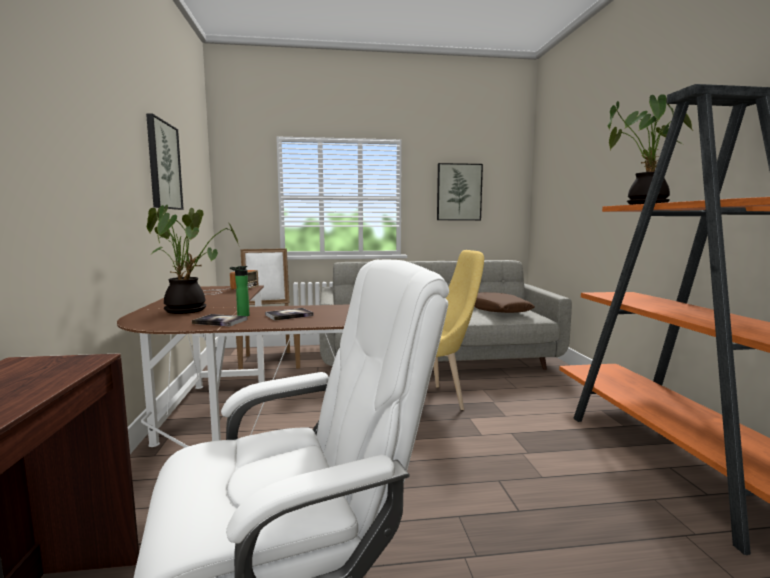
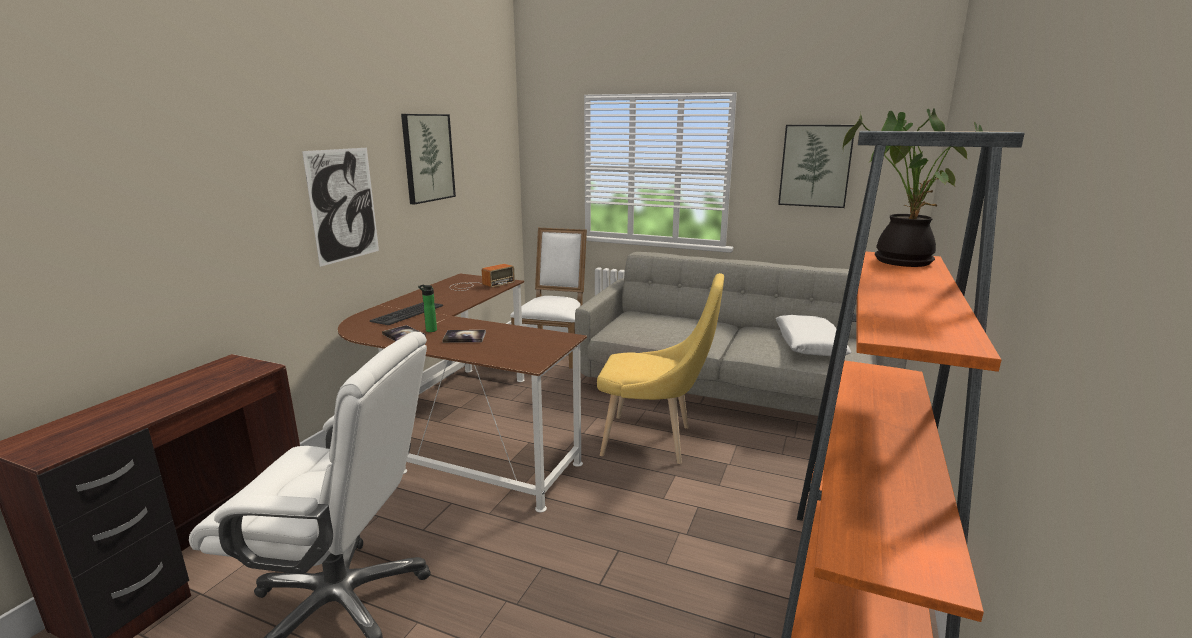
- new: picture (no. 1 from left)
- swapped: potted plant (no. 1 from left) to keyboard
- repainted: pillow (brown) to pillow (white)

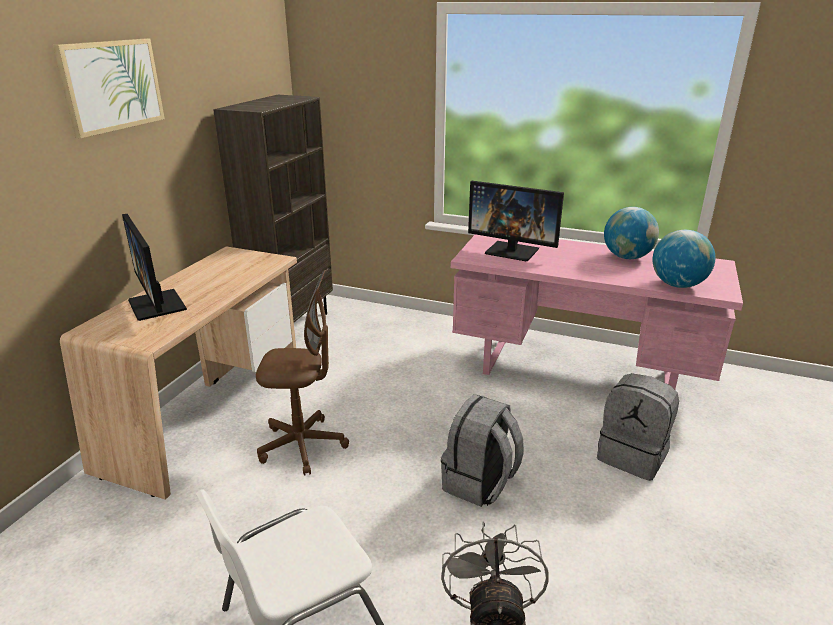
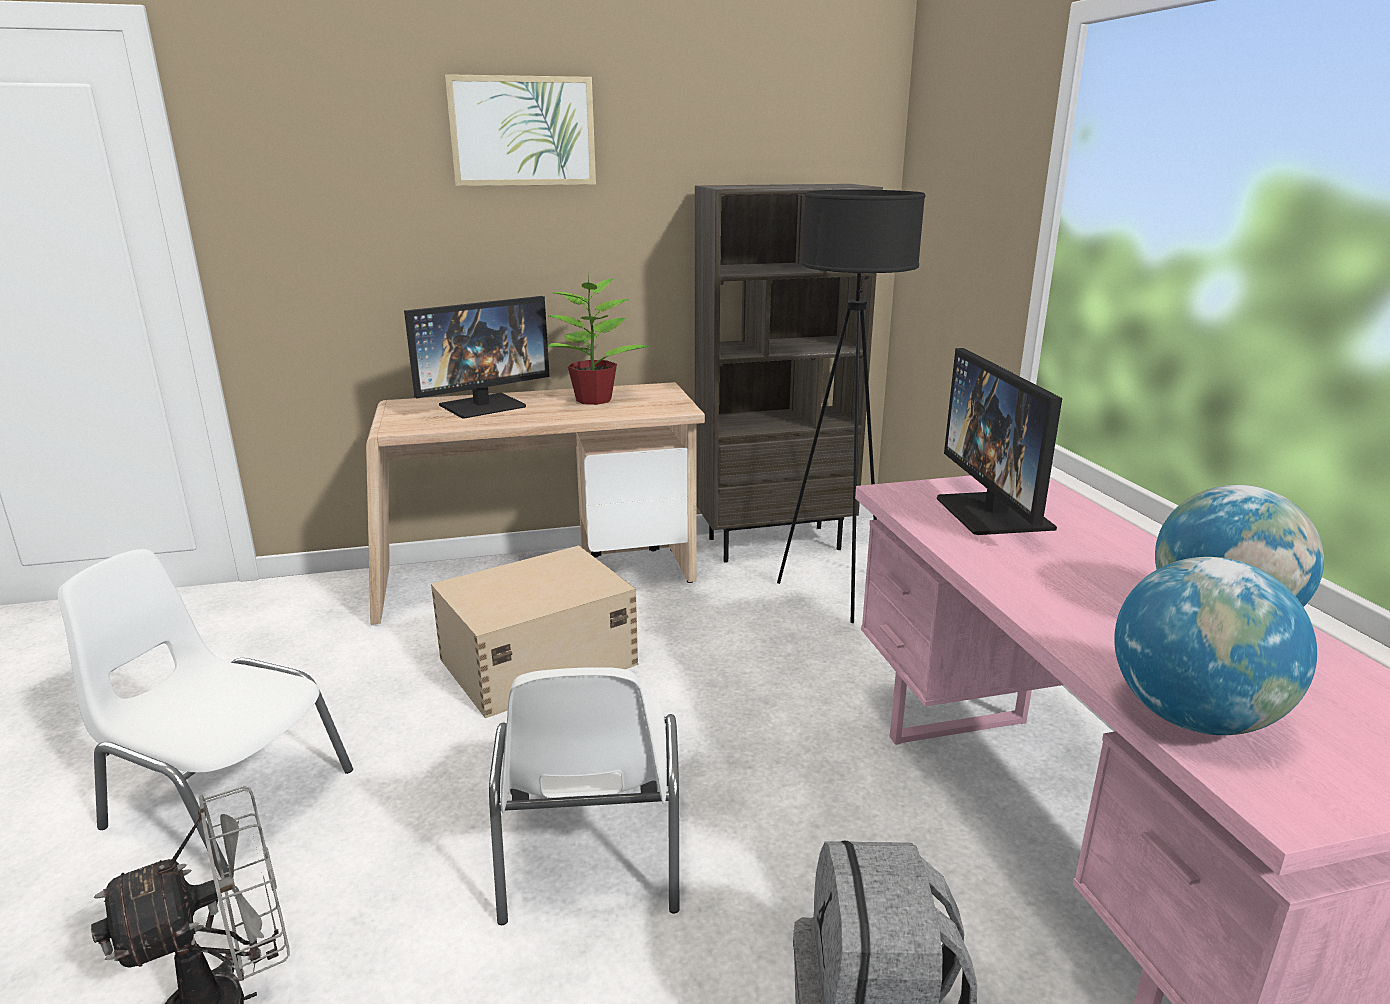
- rotated: monitor (no. 1 from left) 150 degrees counterclockwise
- swapped: office chair (brown) to storage box (beige)
- swapped: backpack (grey) (no. 1 from left) to chair (white) (no. 2 from left)
- new: potted plant
- new: floor lamp (black)

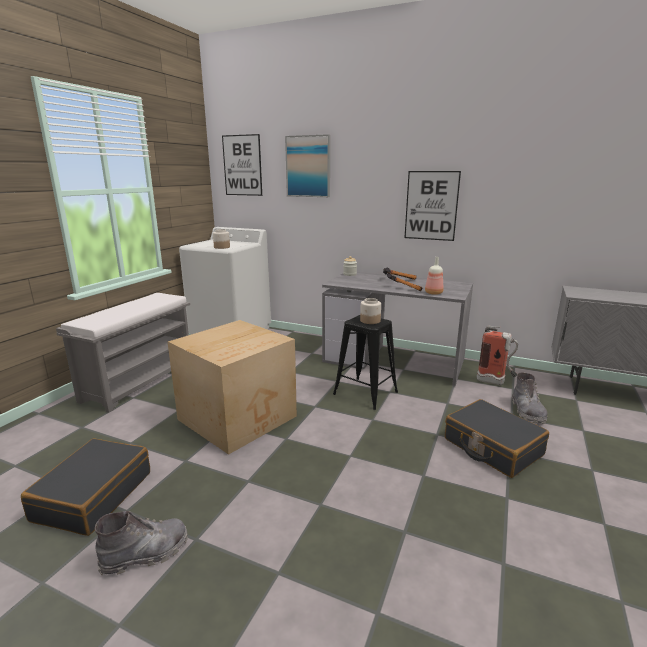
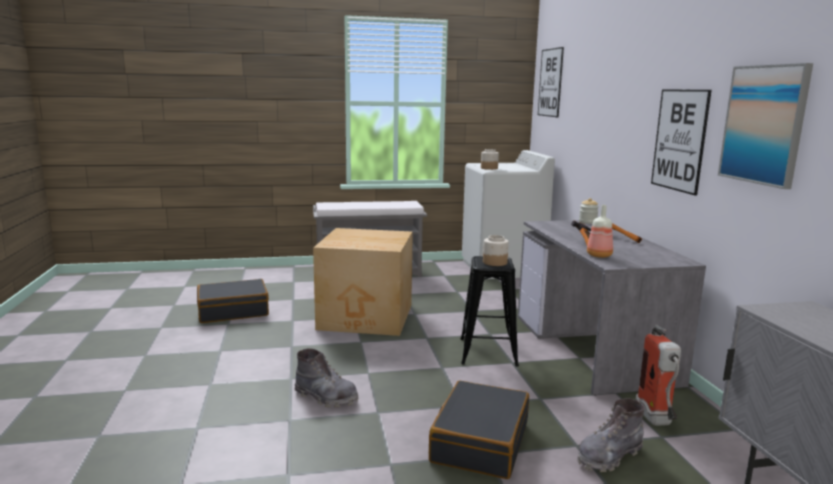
- shifted: boot (grey) (no. 1 from left)
- shifted: picture (no. 2 from left in the first image) to picture (no. 3 from left)

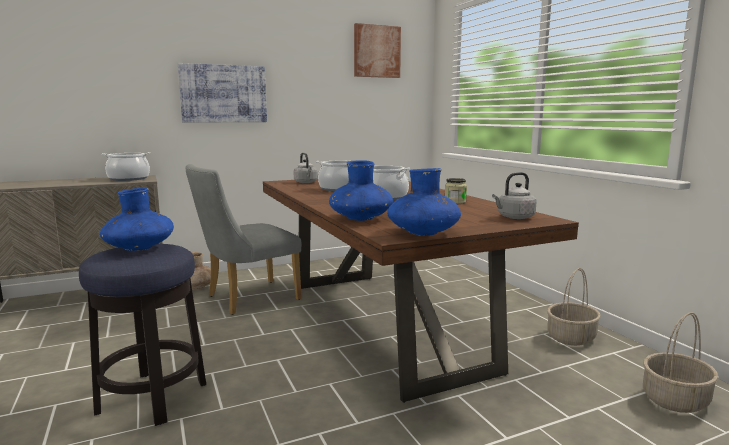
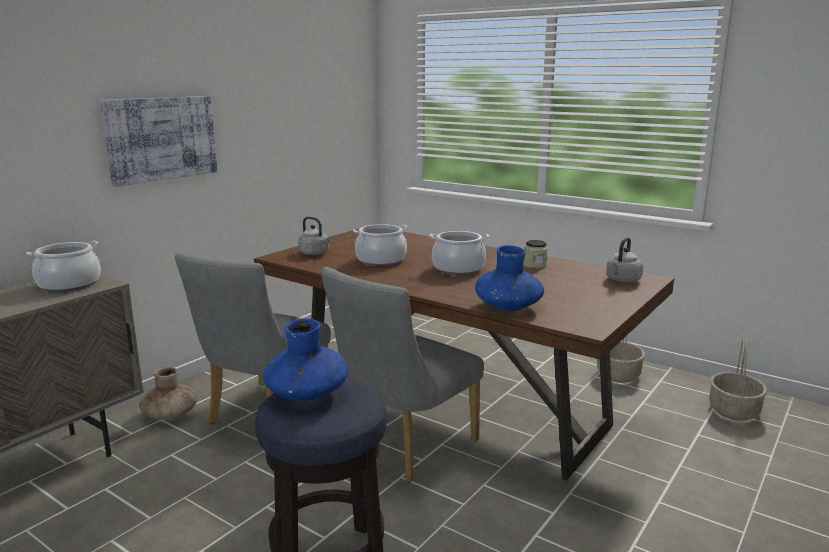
- new: chair (grey) (no. 2 from left)
- gone: picture (no. 2 from left)
- gone: vase (blue) (no. 3 from left)

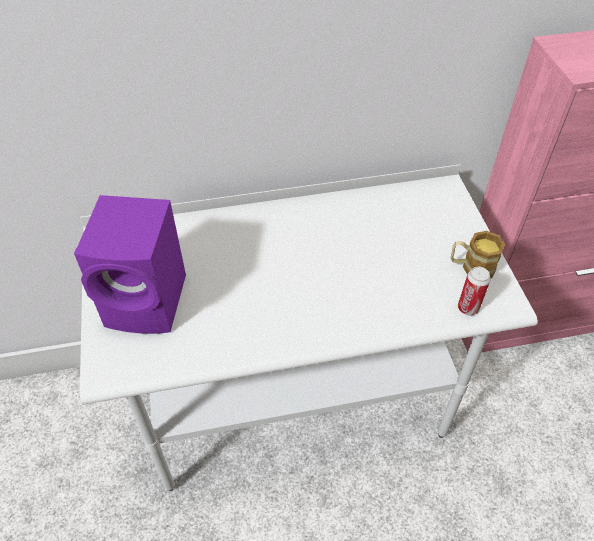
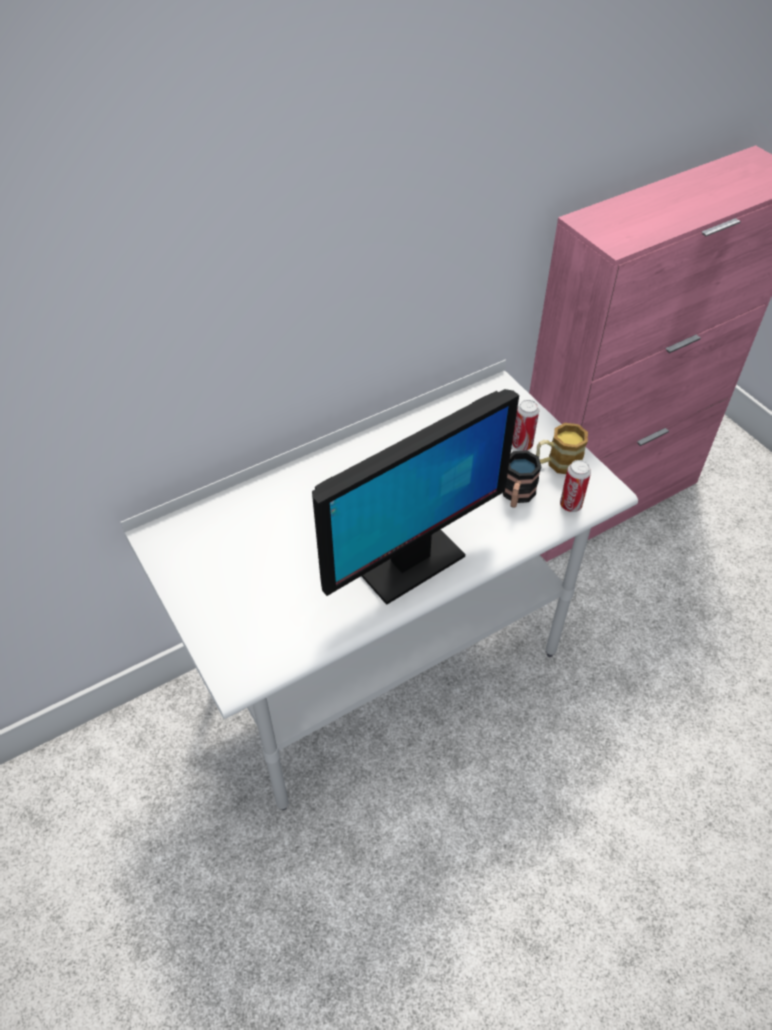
- new: monitor
- new: mug (no. 1 from left)
- new: can (no. 1 from left)
- gone: speaker (purple)

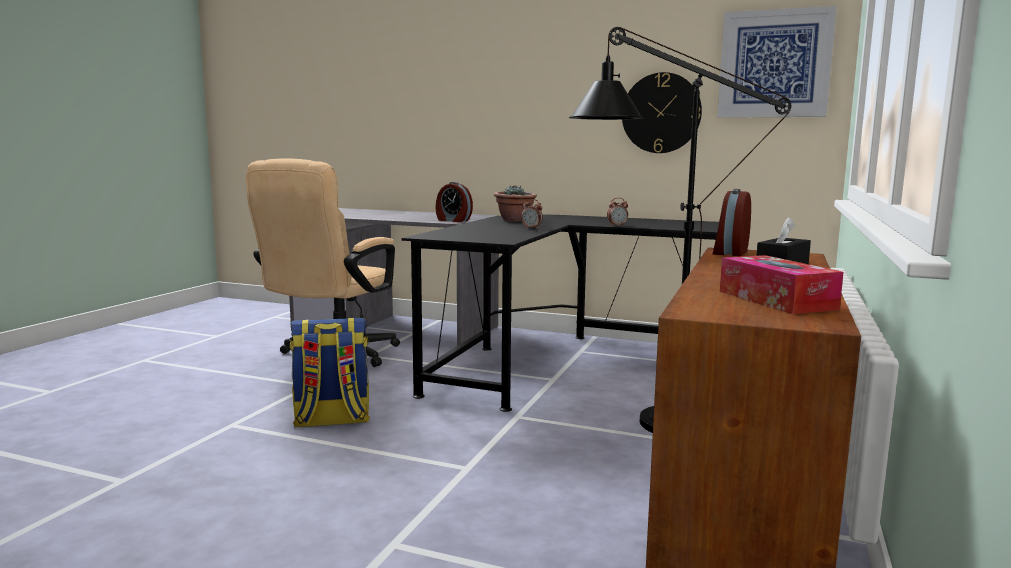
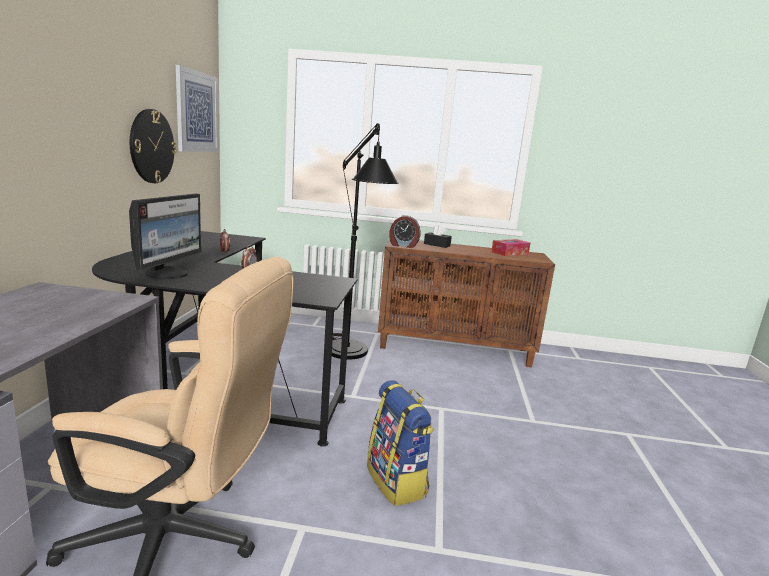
- swapped: potted plant to monitor
- gone: alarm clock (no. 1 from left)

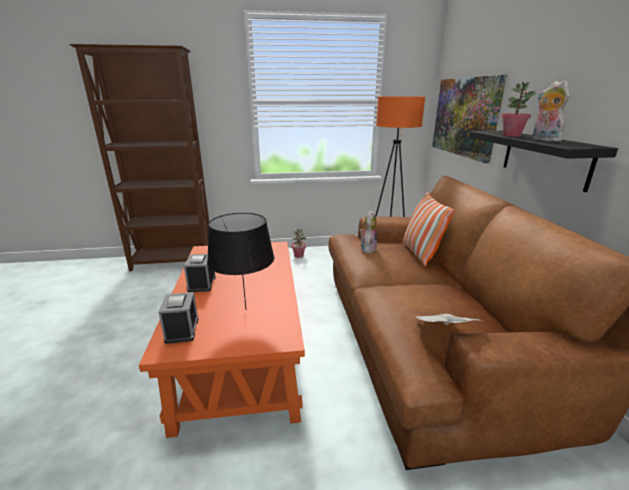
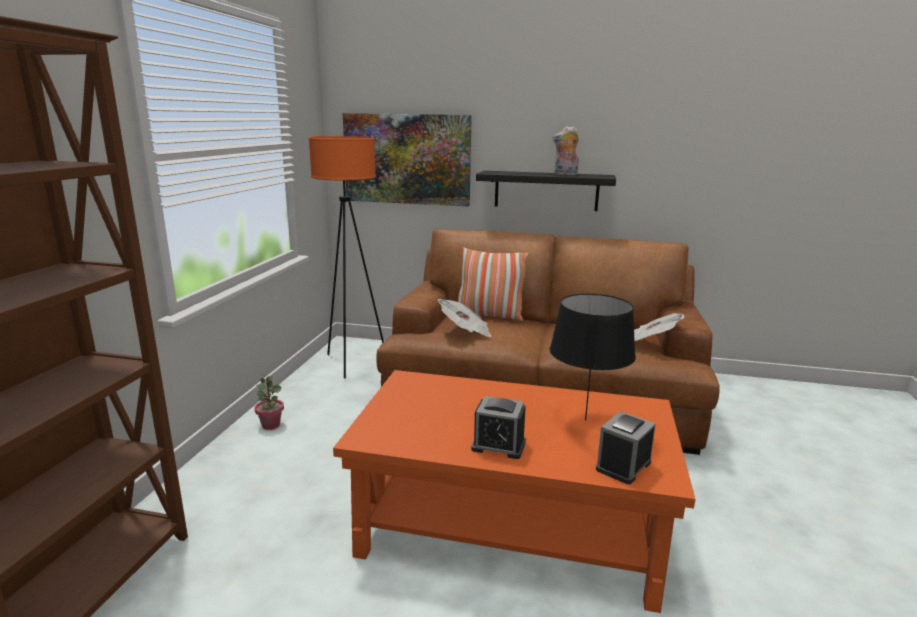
- swapped: plush toy (no. 1 from left) to newspaper (no. 1 from left)
- rotated: alarm clock (no. 1 from left in the first image) 60 degrees counterclockwise
- gone: potted plant (no. 2 from left)

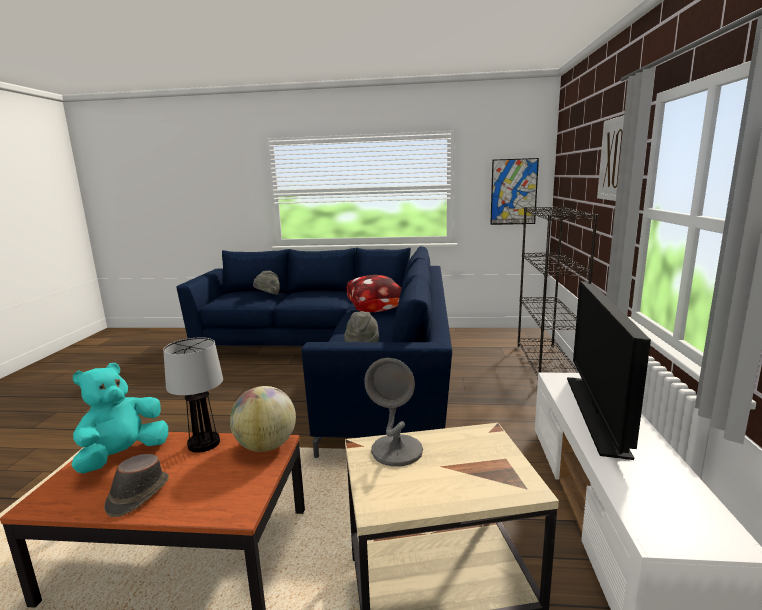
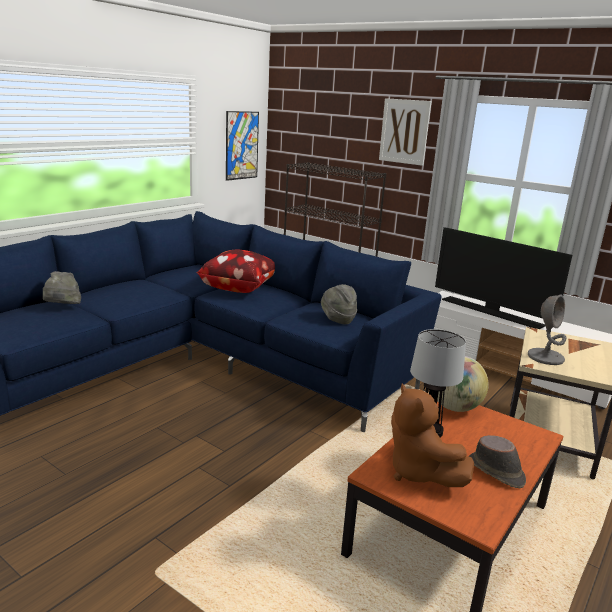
- repainted: plush toy (turquoise) to plush toy (brown)

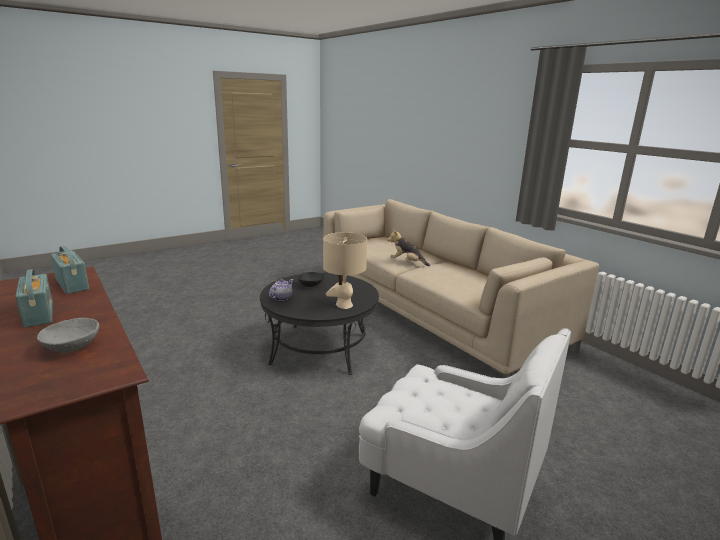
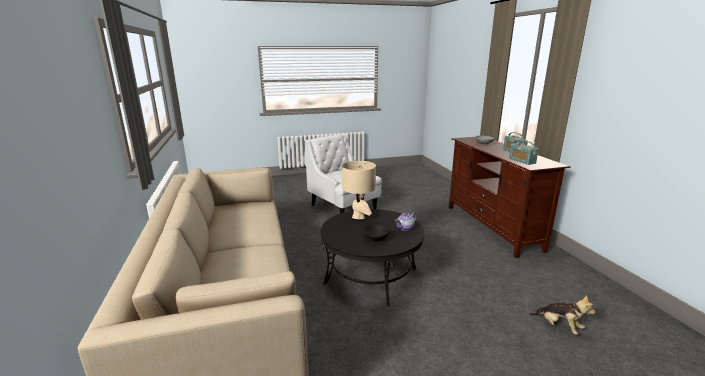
- shifted: plush toy

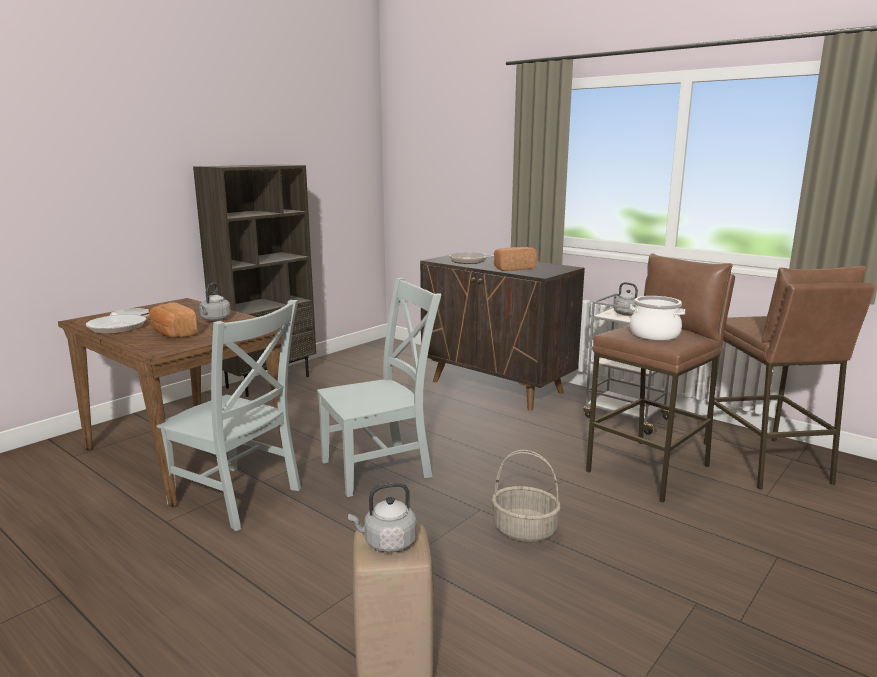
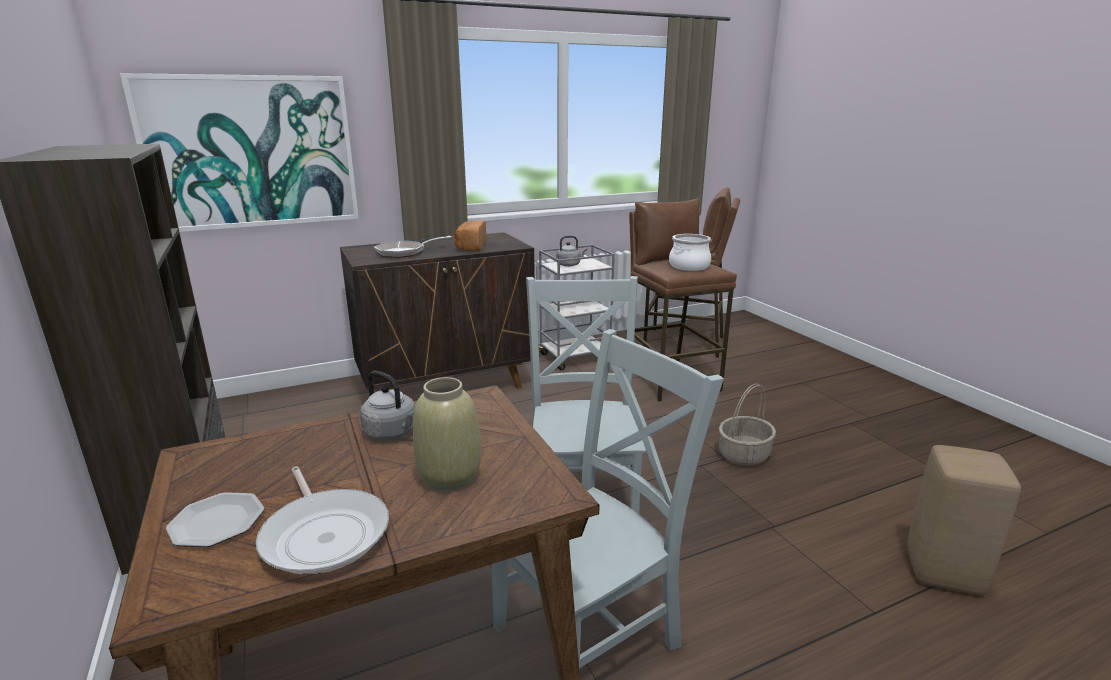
- new: picture
- swapped: bread (no. 1 from left) to vase (beige)
- gone: kettle (grey) (no. 2 from left)

